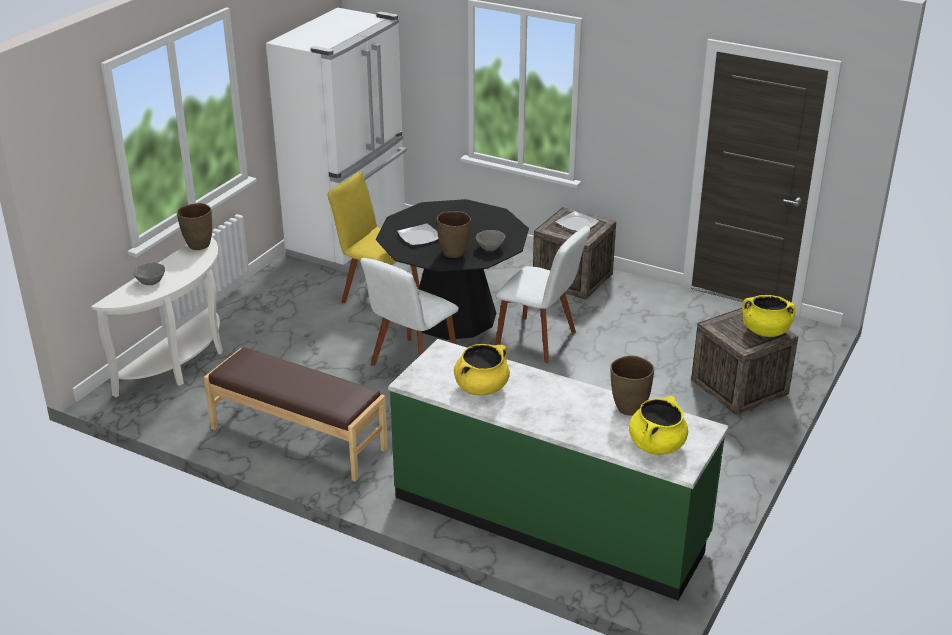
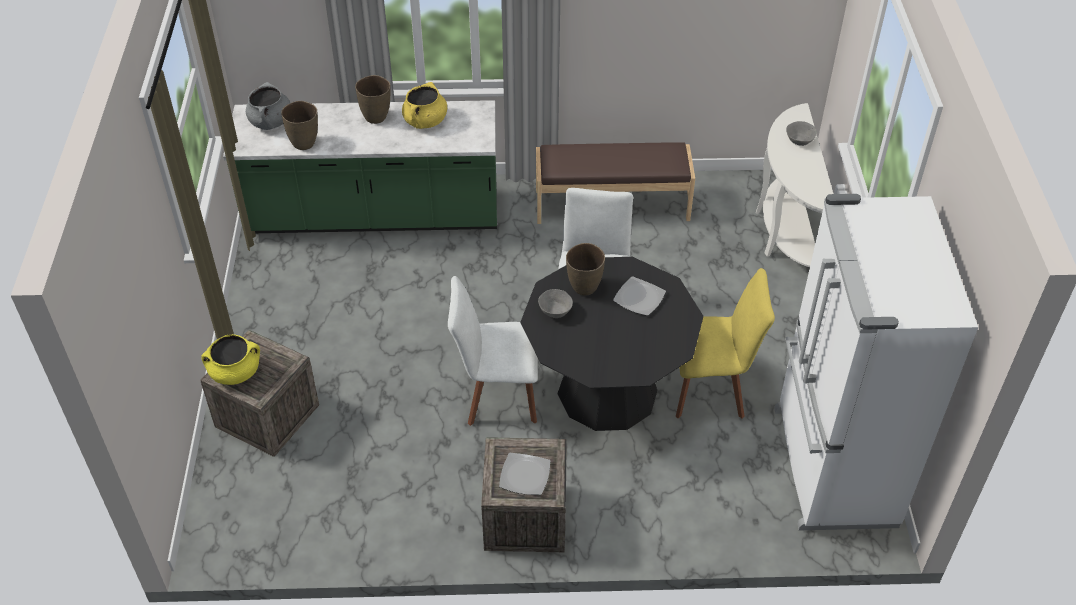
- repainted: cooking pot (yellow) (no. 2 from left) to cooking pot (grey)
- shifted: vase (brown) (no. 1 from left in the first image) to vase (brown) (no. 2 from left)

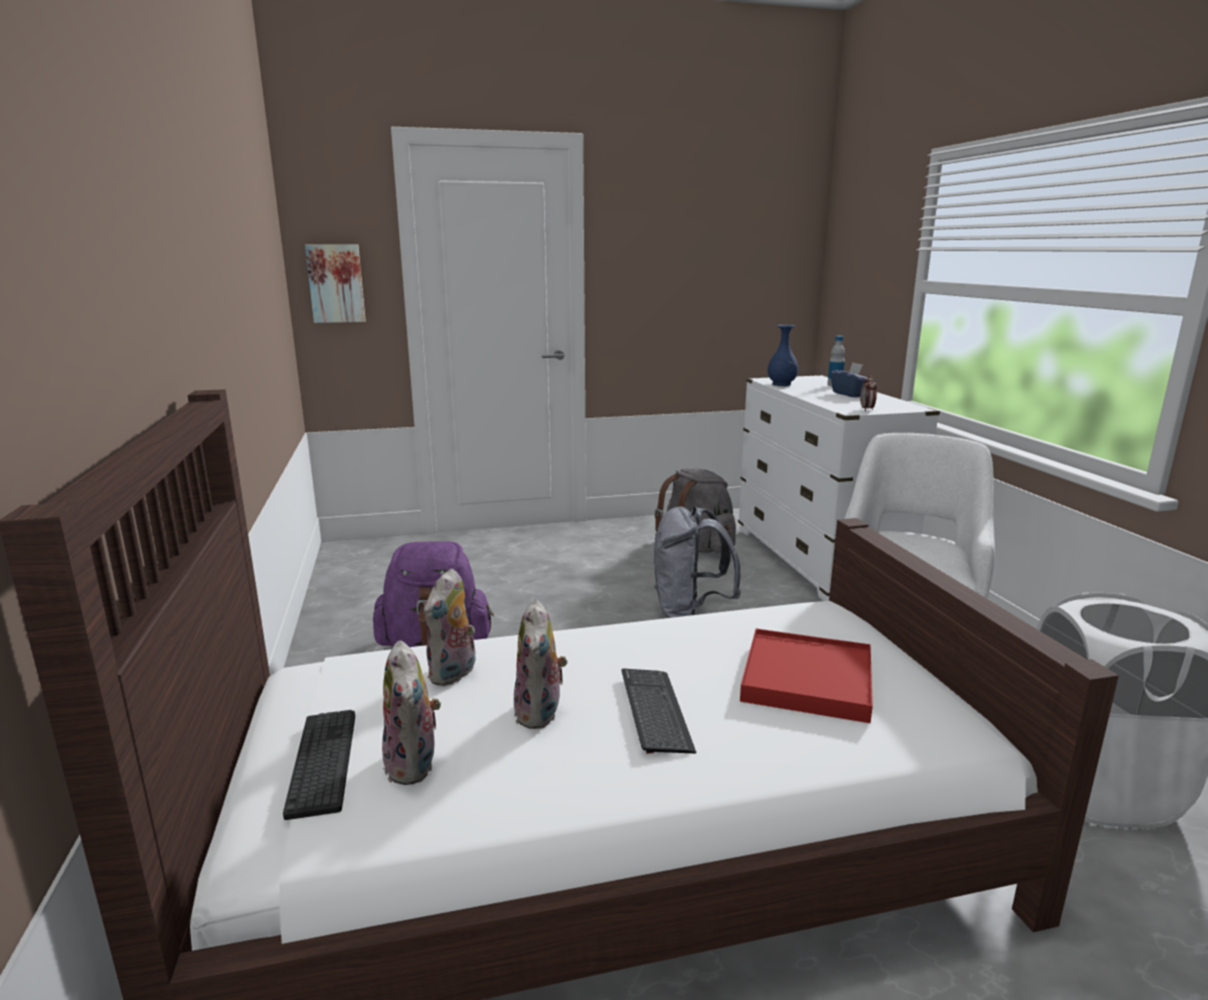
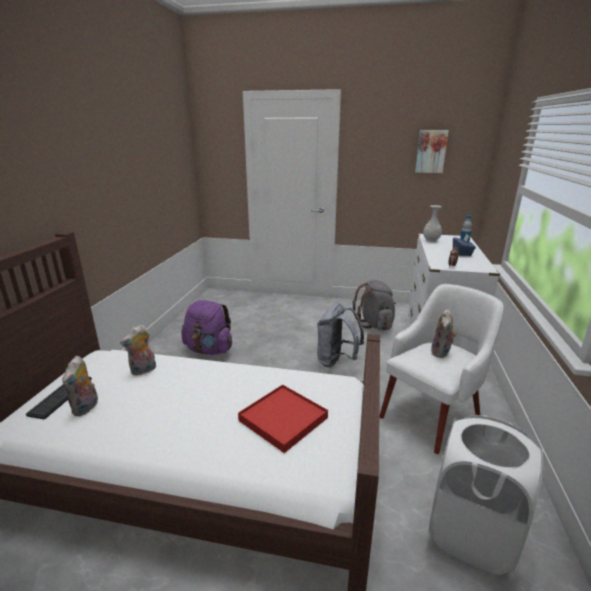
- shifted: picture
- repainted: vase (blue) to vase (white)
- shifted: plush toy (no. 3 from left)
- gone: keyboard (no. 2 from left)

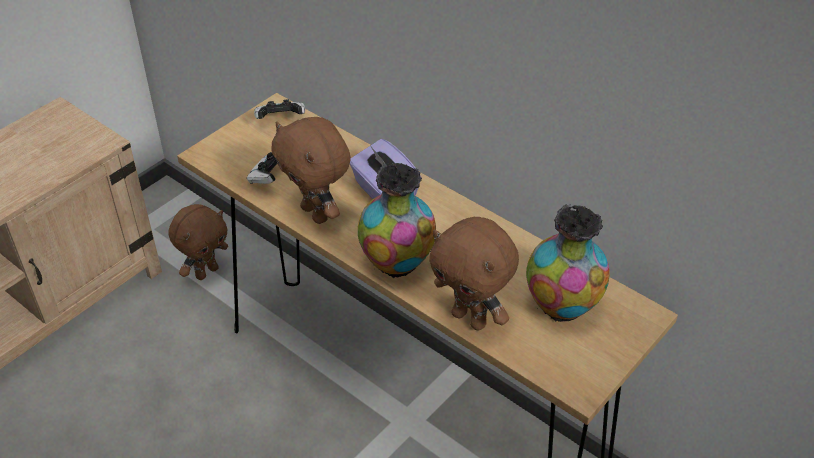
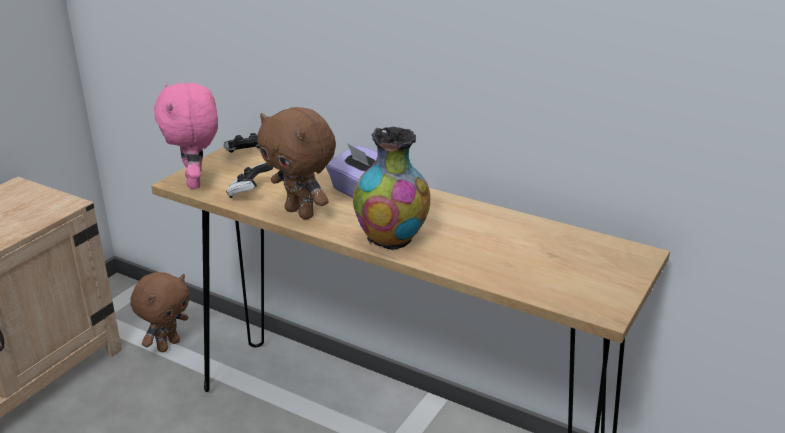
- new: plush toy (pink)
- gone: plush toy (brown) (no. 3 from left)
- gone: vase (no. 2 from left)

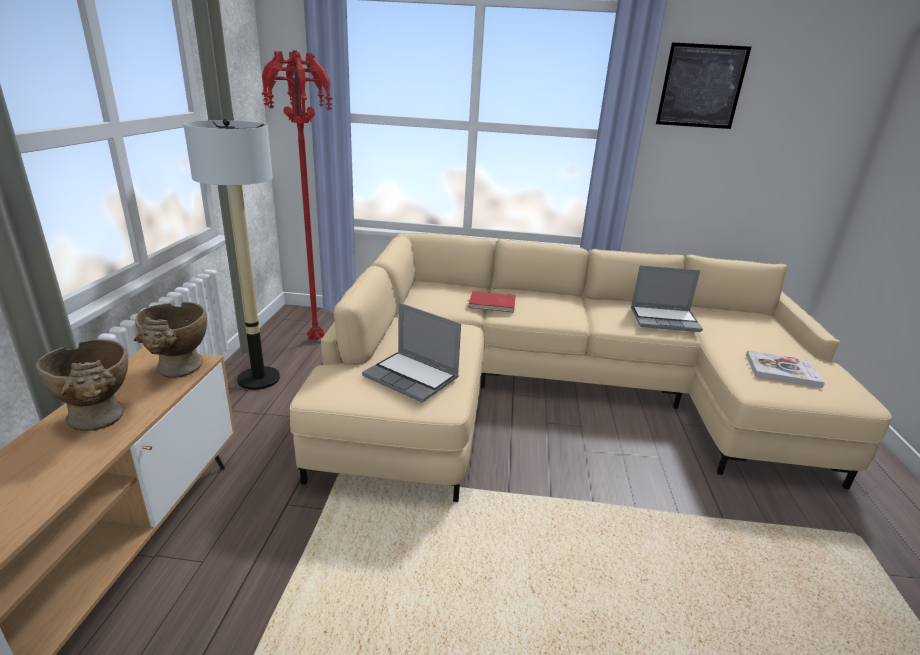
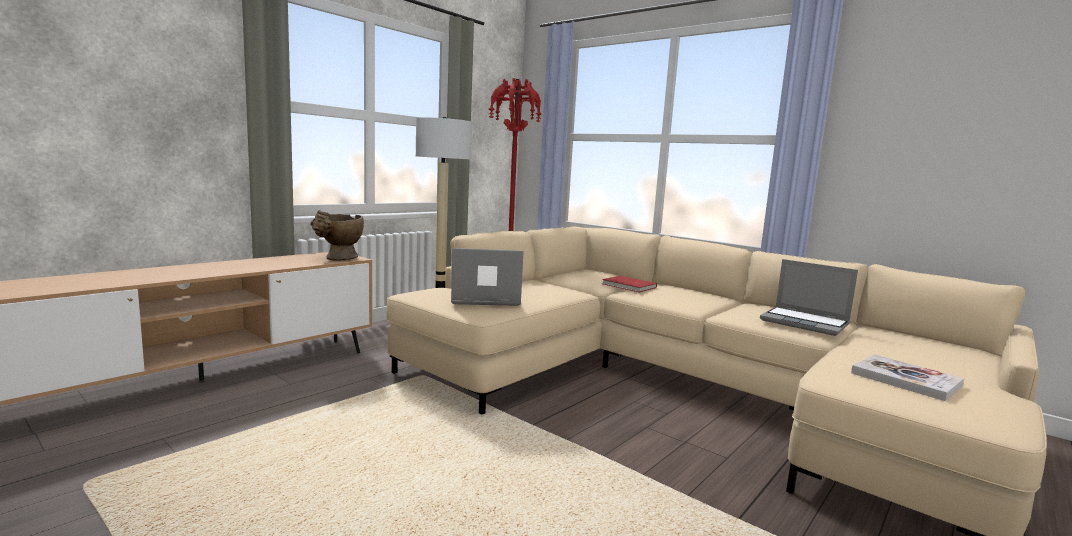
- rotated: laptop (no. 1 from left) 105 degrees clockwise
- gone: vase (beige) (no. 1 from left)
- gone: picture

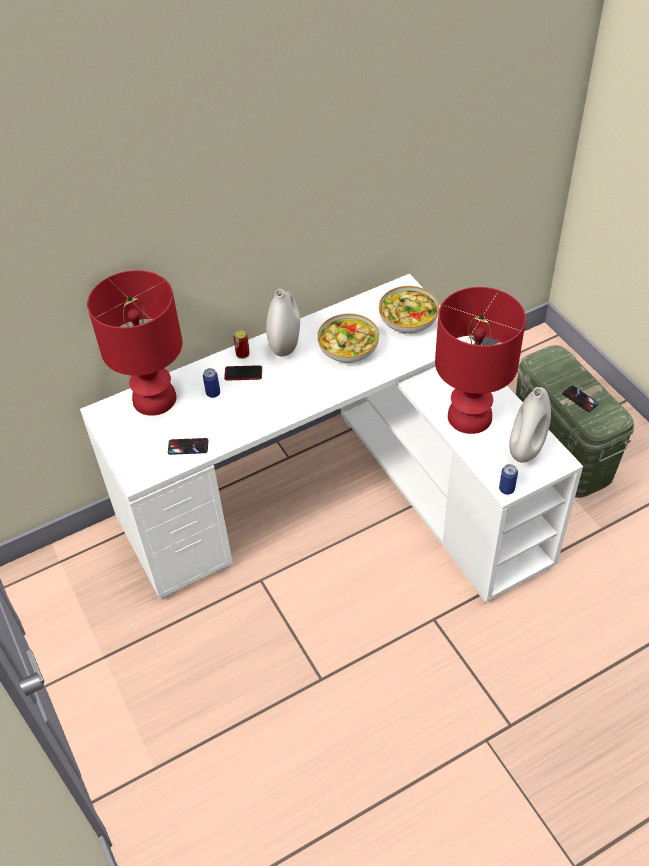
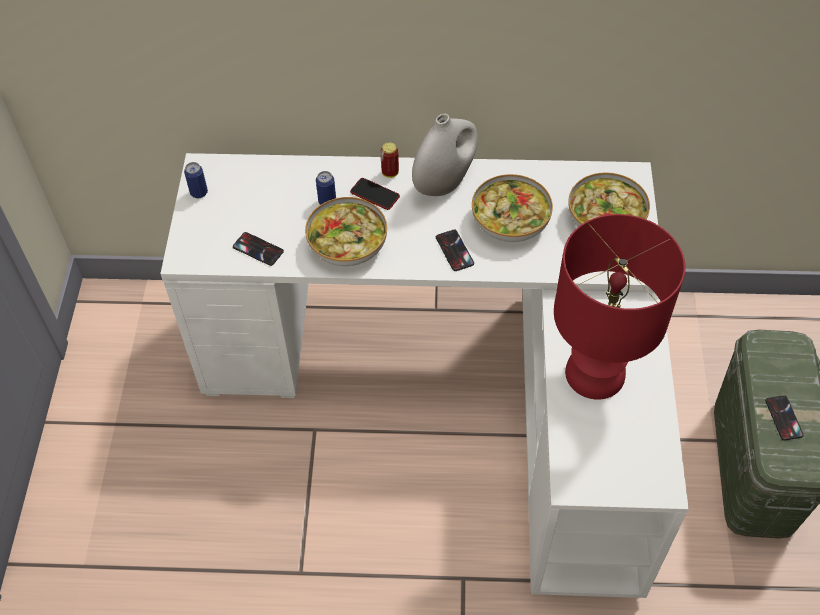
- shifted: can (no. 3 from left in the first image) to can (no. 1 from left)
- new: bowl (no. 1 from left)
- new: phone (no. 3 from left)
- gone: table lamp (red) (no. 1 from left)
- gone: vase (white) (no. 2 from left)

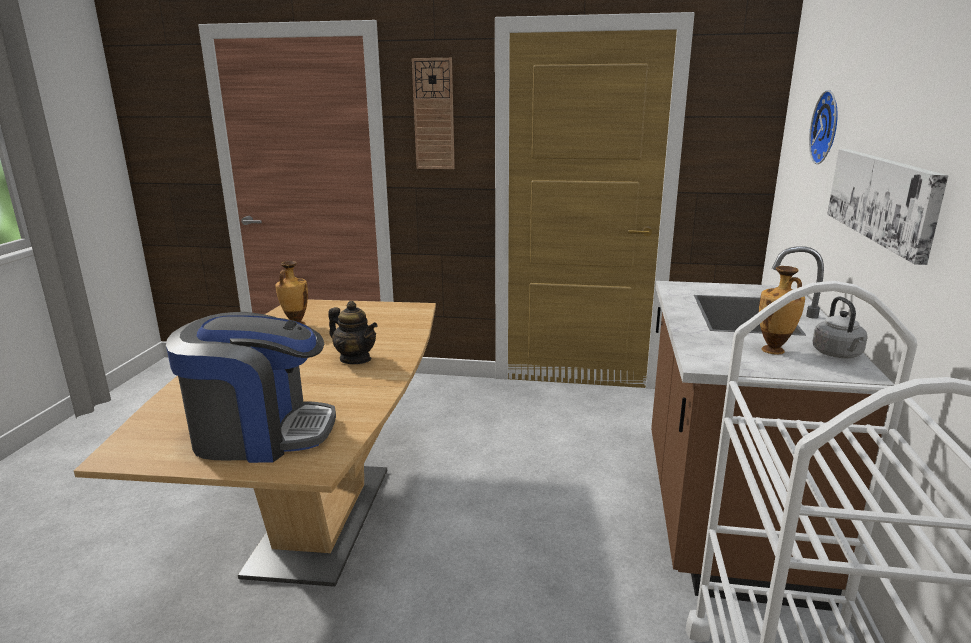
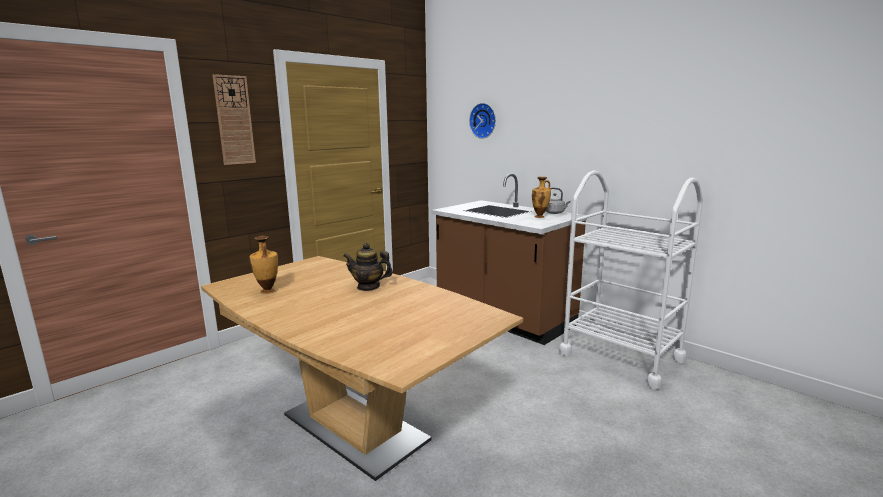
- rotated: teapot 150 degrees counterclockwise
- gone: coffee machine
- gone: picture

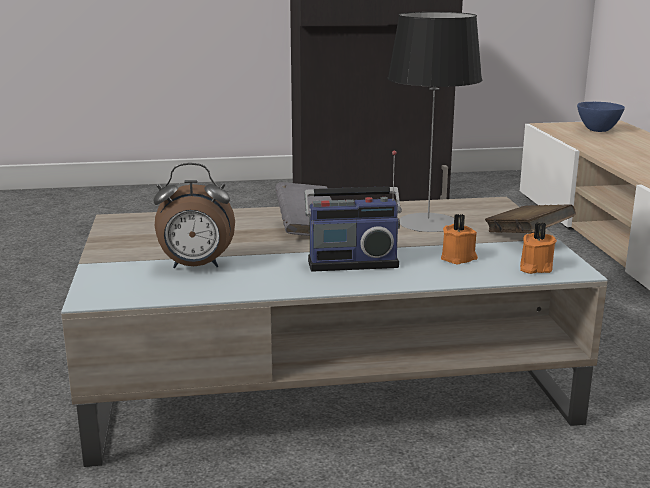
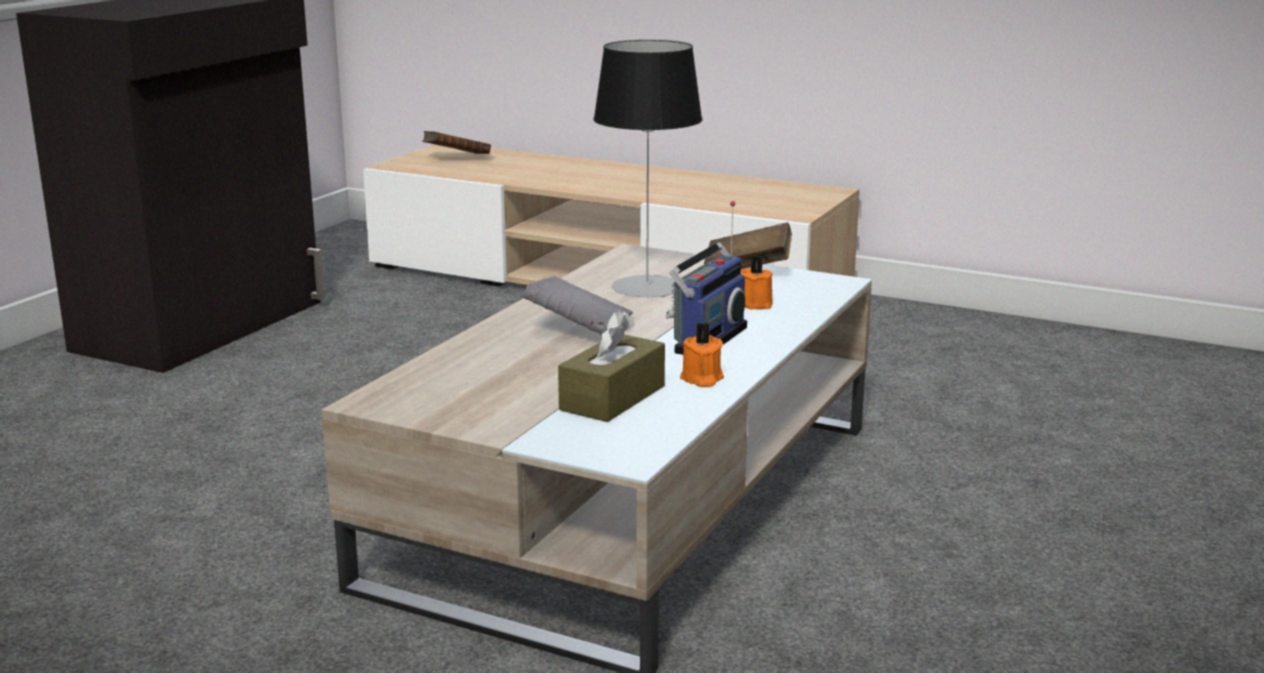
- swapped: bowl (blue) to book (brown) (no. 1 from left)
- swapped: alarm clock to tissue box (brown)
- shifted: candle (orange) (no. 2 from left in the first image) to candle (orange) (no. 1 from left)

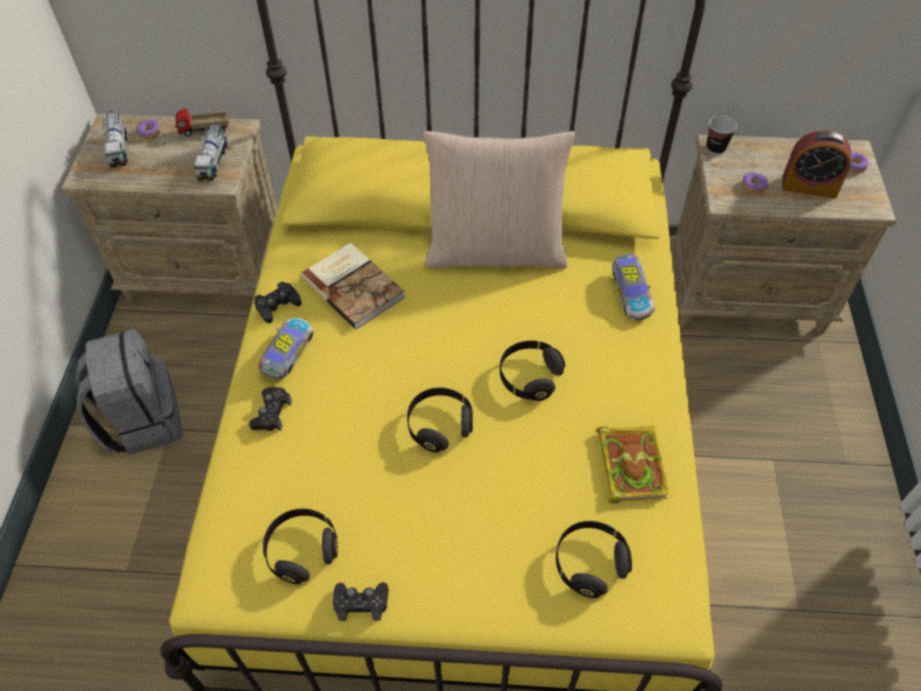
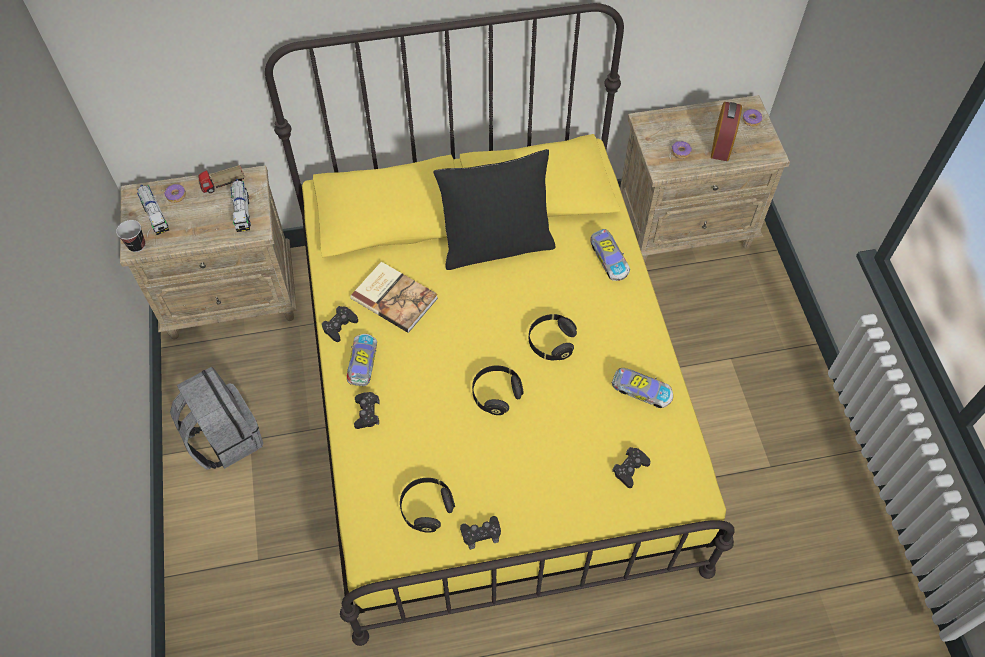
- shifted: cup
- repainted: pillow (beige) to pillow (black)
- swapped: book (no. 2 from left) to toy car (no. 3 from left)
- swapped: headphones (black) (no. 4 from left) to game controller (black) (no. 4 from left)
- rotated: alarm clock 75 degrees counterclockwise

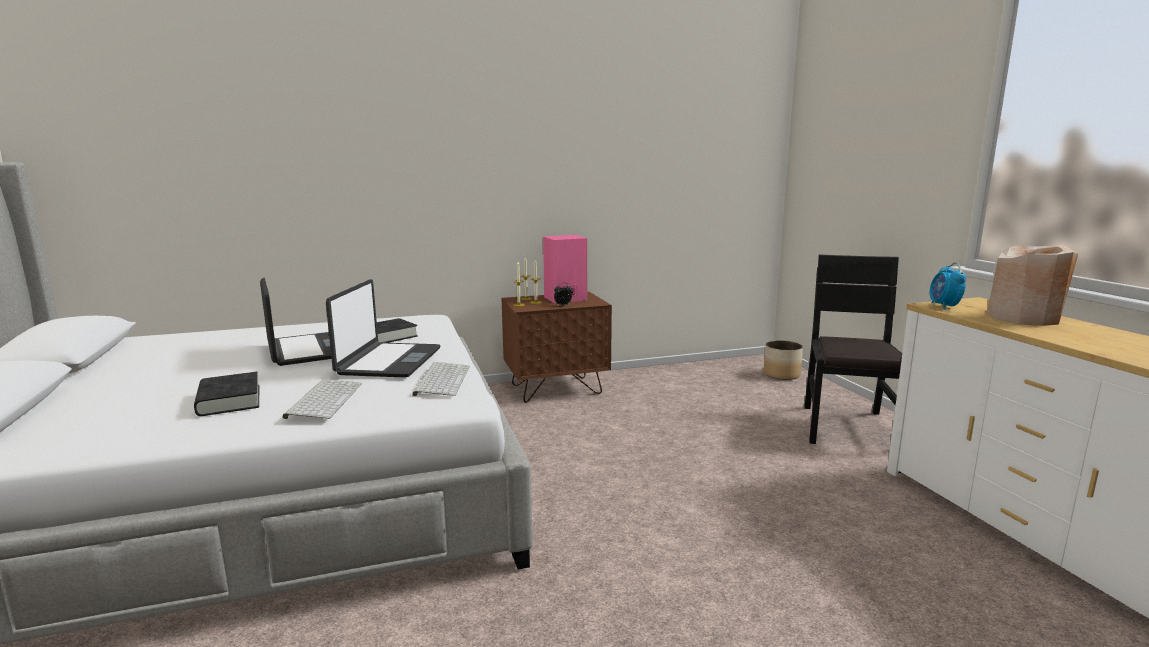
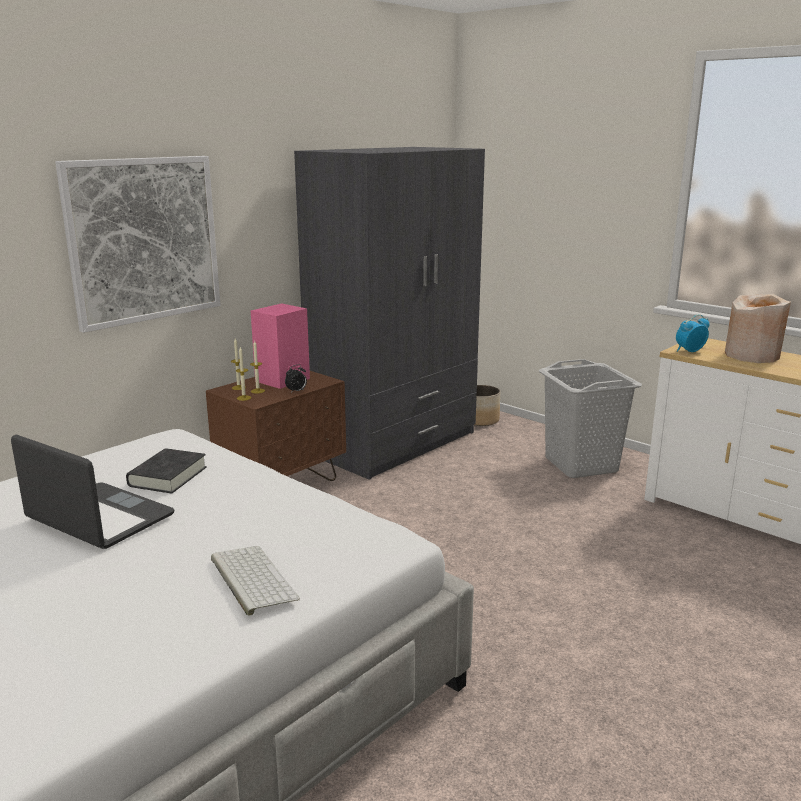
- new: picture
- new: wardrobe (grey)
- swapped: chair (black) to laundry basket (grey)
- rotated: alarm clock (no. 2 from left) 90 degrees clockwise
- gone: book (black) (no. 1 from left)
- gone: laptop (no. 2 from left)
- gone: keyboard (no. 2 from left)

